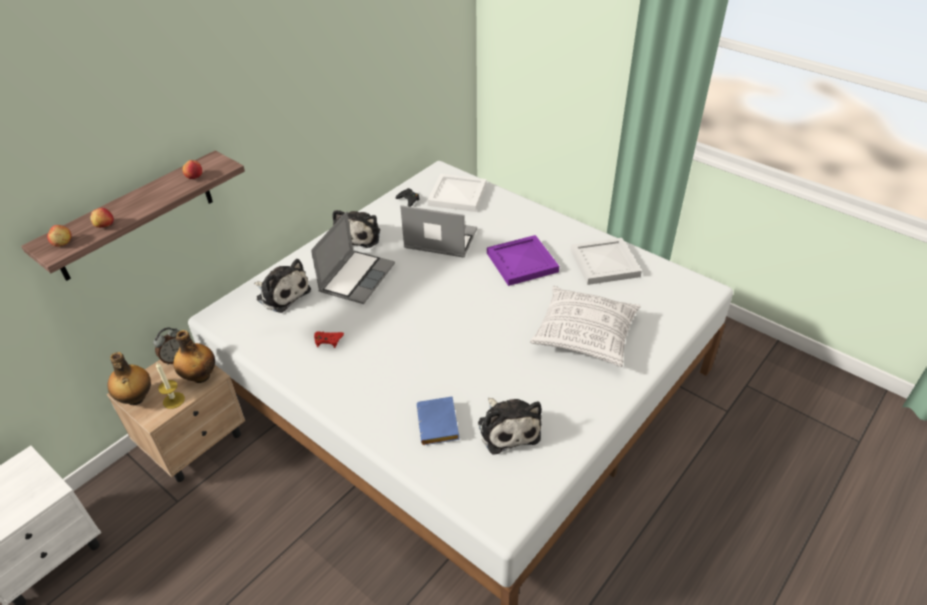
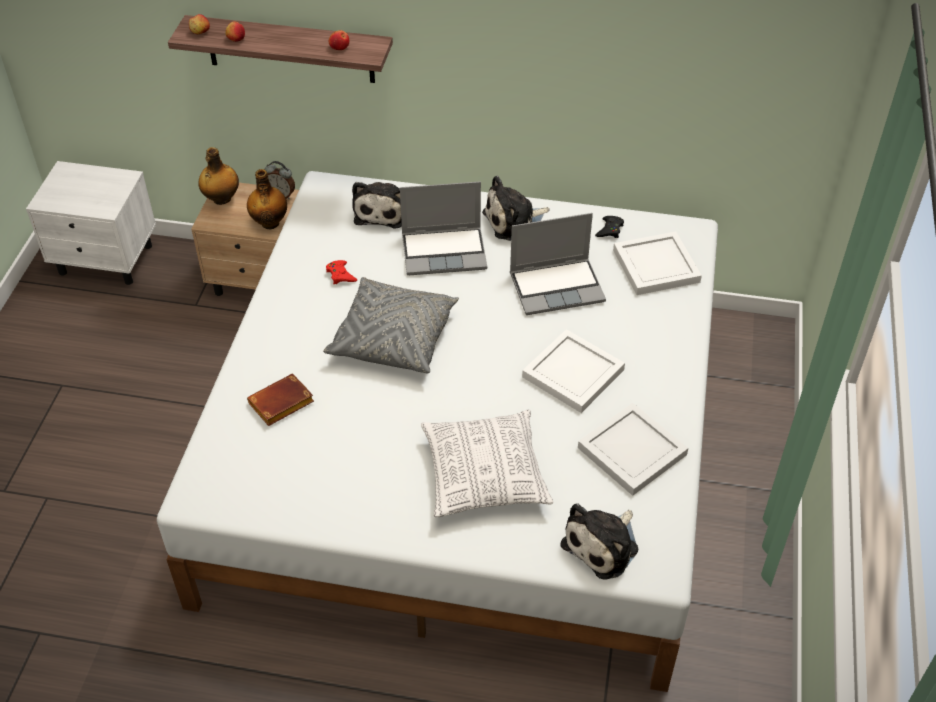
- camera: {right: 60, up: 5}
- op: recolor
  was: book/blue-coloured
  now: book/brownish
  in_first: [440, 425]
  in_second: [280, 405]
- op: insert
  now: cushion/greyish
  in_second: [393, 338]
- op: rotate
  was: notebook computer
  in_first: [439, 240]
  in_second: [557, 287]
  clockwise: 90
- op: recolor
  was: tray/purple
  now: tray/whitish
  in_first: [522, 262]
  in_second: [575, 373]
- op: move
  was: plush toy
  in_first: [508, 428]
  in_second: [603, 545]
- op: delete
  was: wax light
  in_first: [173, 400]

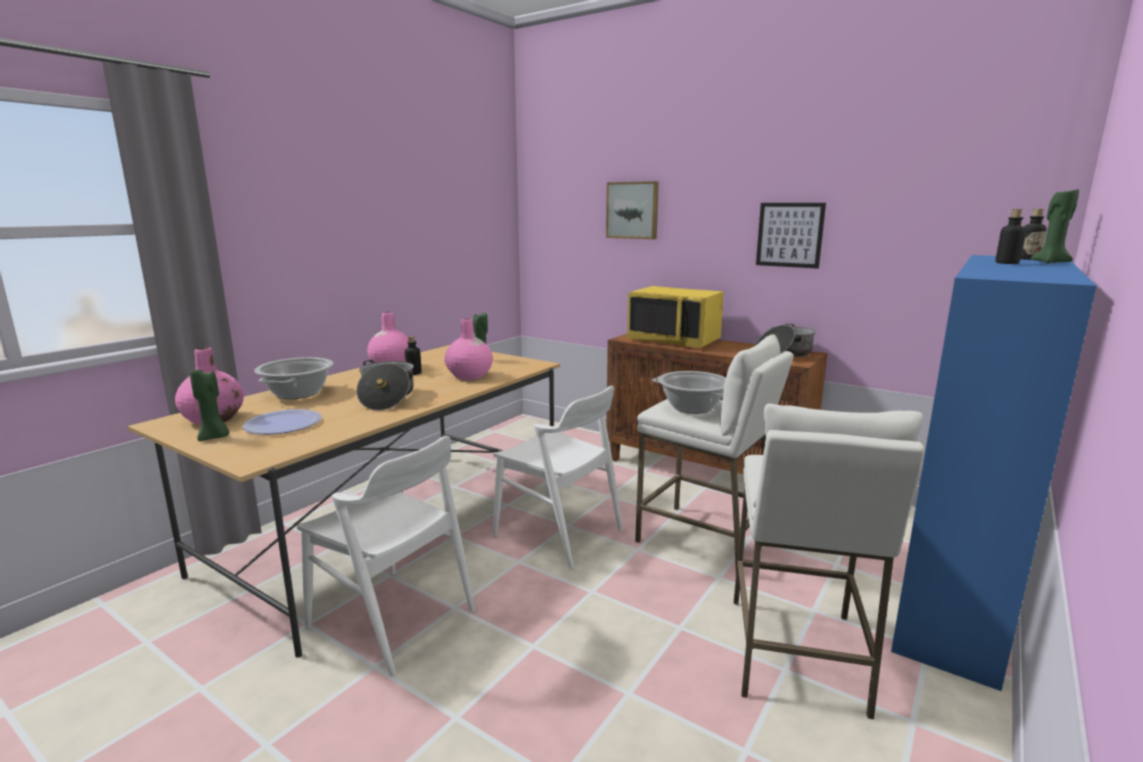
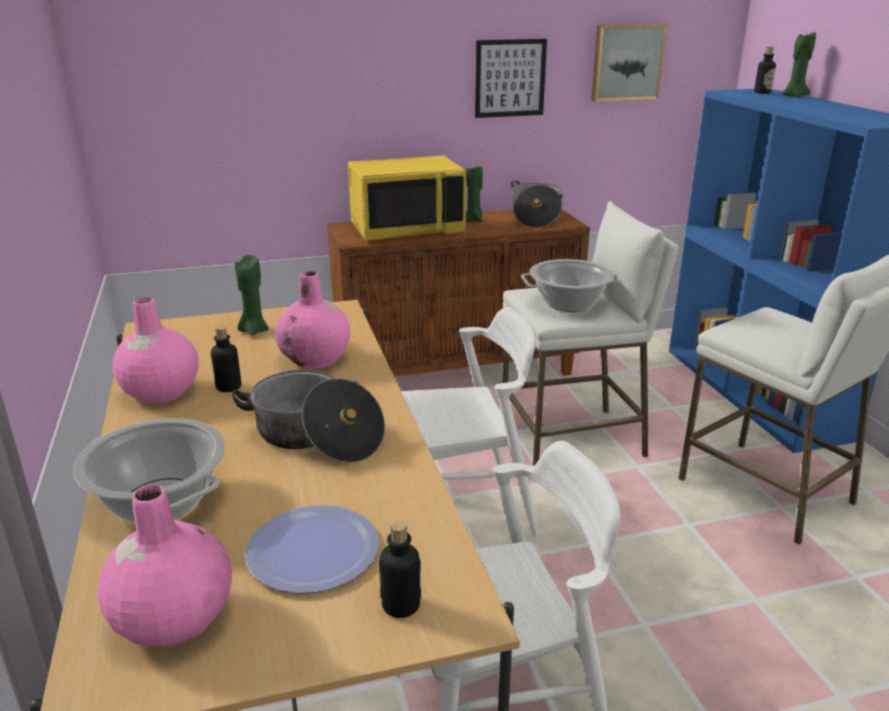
- camera: {right: -50, up: 10}
- op: move
  was: beverage bottle
  in_first: [1007, 263]
  in_second: [401, 605]
- op: move
  was: wax light/green-coloured
  in_first: [214, 437]
  in_second: [474, 220]
- op: move
  was: picture
  in_first: [633, 210]
  in_second: [626, 62]

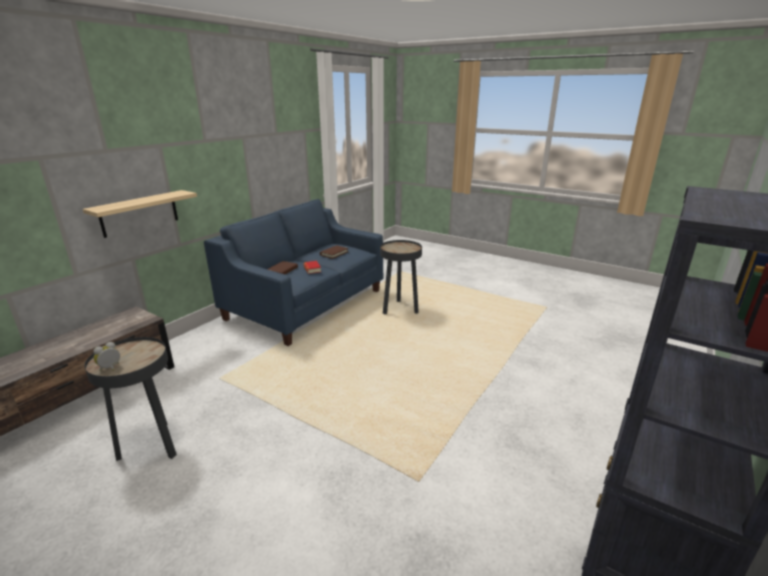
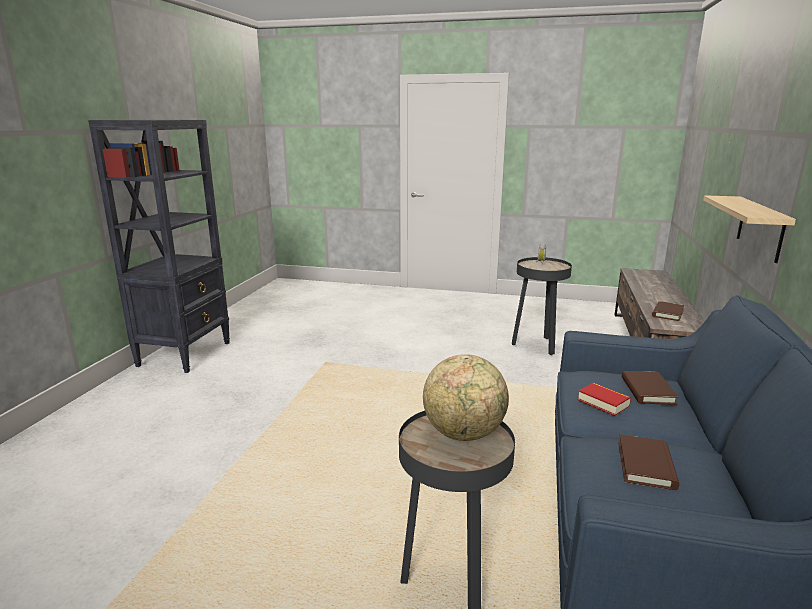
- camera: {right: 160, up: -5}
- op: insert
  now: desk globe
  in_second: [464, 433]
- op: insert
  now: book/brownish
  in_second: [667, 313]

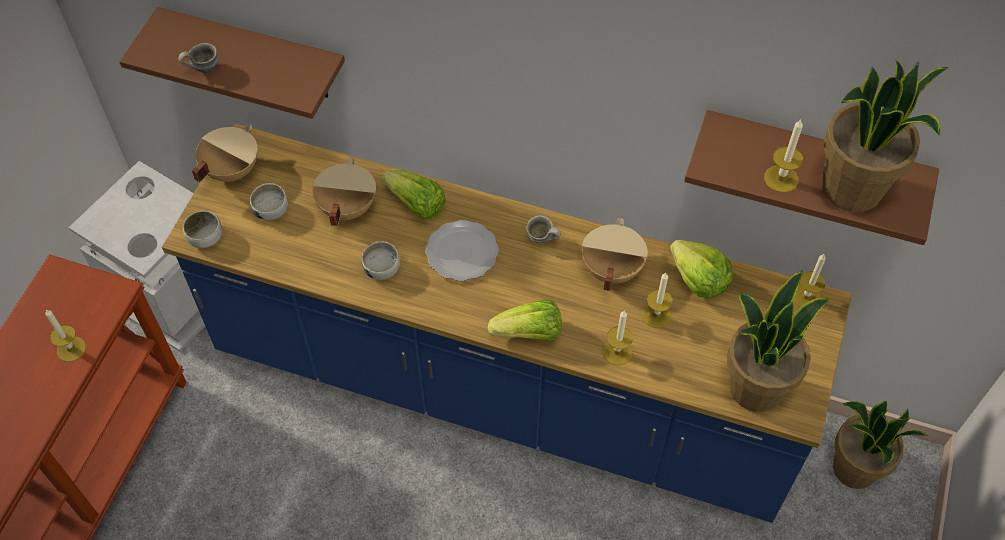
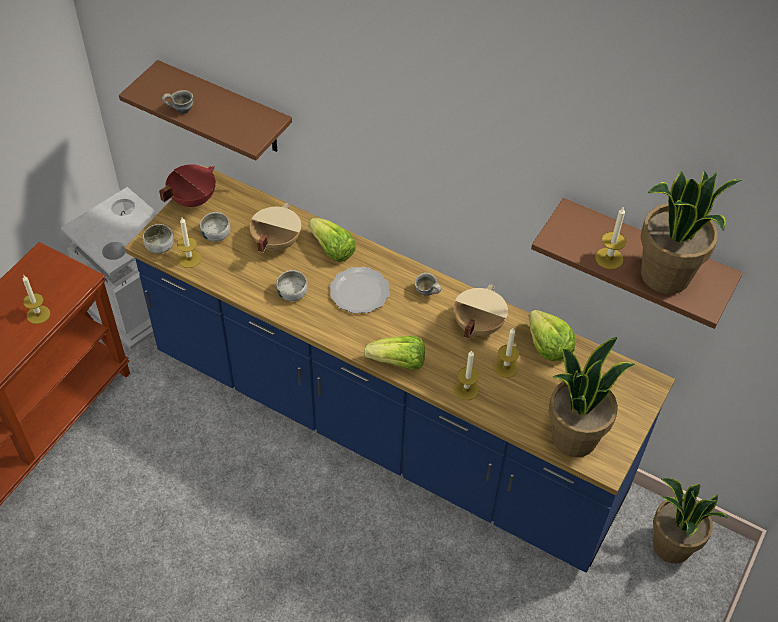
- camera: {right: 10, up: -5}
- op: recolor
  was: stockpot/sand-coloured
  now: stockpot/red
  in_first: [231, 170]
  in_second: [192, 199]
- op: move
  was: wax light
  in_first: [806, 297]
  in_second: [189, 259]

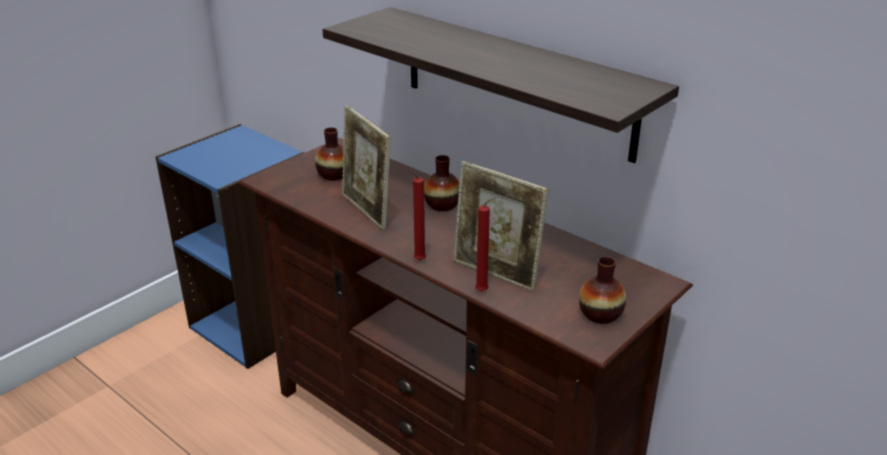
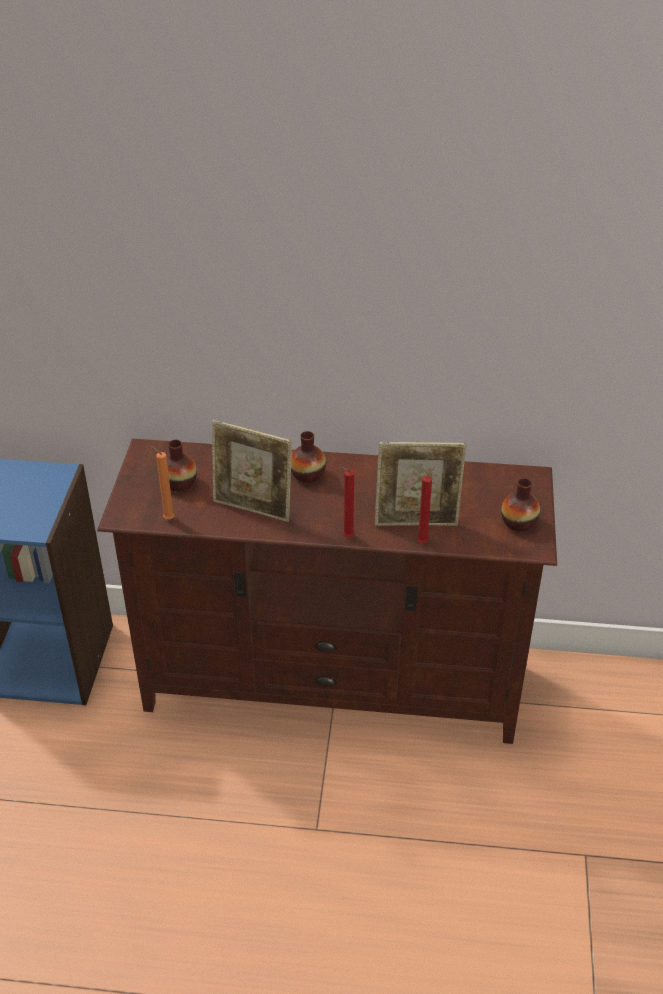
- camera: {right: -35, up: 10}
- op: insert
  now: wax light/orange
  in_second: [167, 518]
- op: delete
  was: shelf
  in_first: [516, 82]

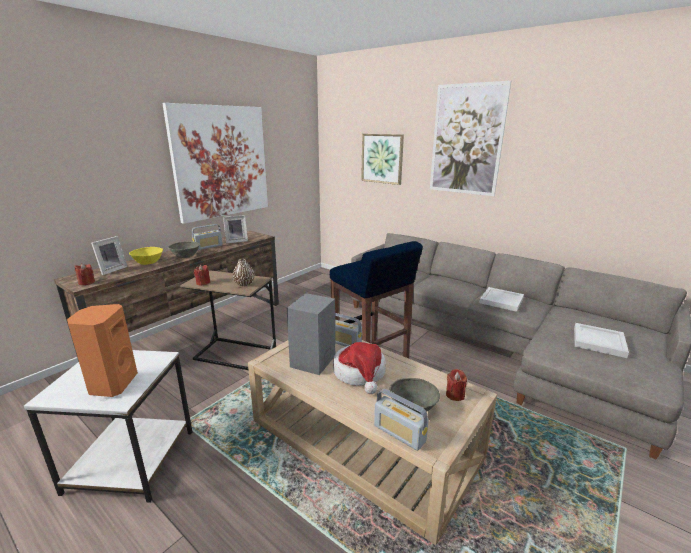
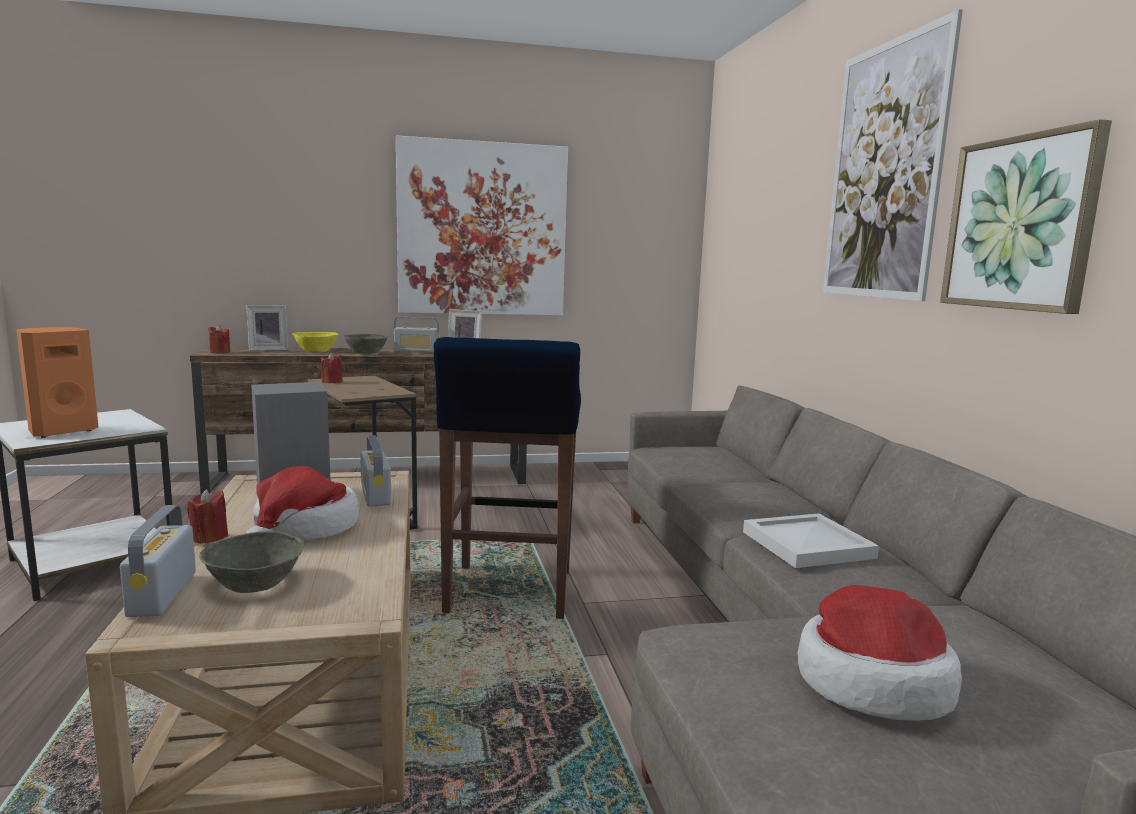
- camera: {right: 40, up: -10}
- op: move
  was: wax light/red
  in_first: [455, 395]
  in_second: [209, 537]
- op: replace
  was: tray/whitish
  now: hat
  in_first: [598, 342]
  in_second: [871, 682]
- op: move
  was: picture
  in_first: [382, 158]
  in_second: [1020, 223]
- op: delete
  was: decorative vase/brownish
  in_first: [244, 284]

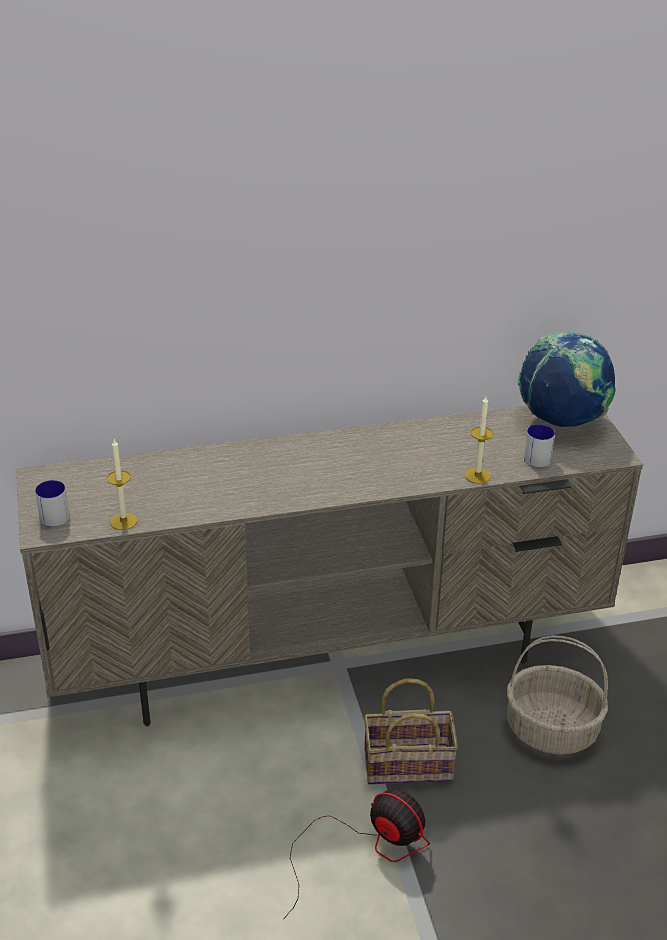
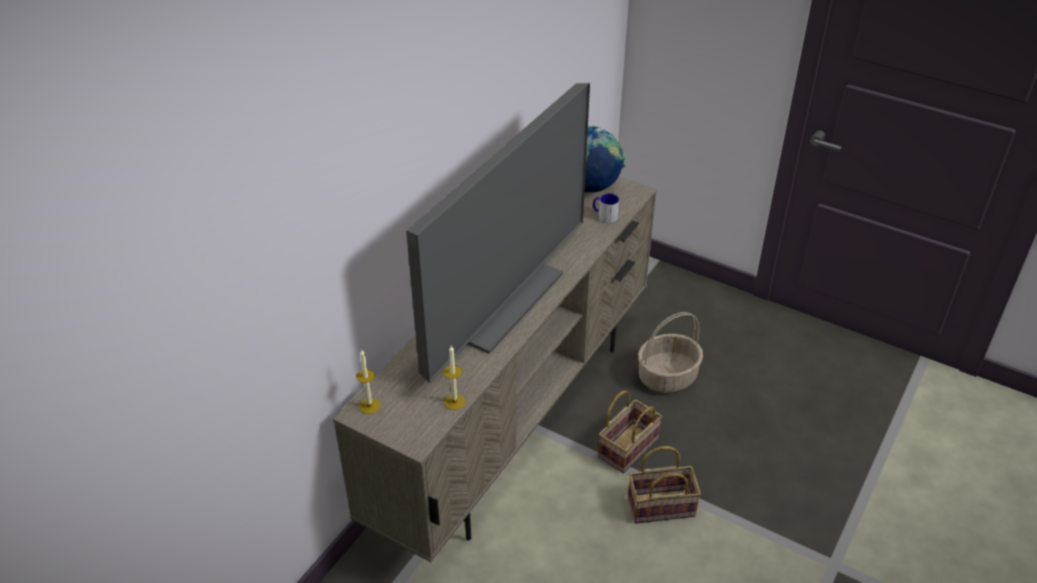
- camera: {right: -45, up: 5}
- op: move
  was: wax light
  in_first: [477, 476]
  in_second: [369, 406]
- op: insert
  now: TV
  in_second: [500, 299]
- op: replace
  was: electric fan
  now: storage basket
  in_first: [365, 847]
  in_second: [662, 505]
- op: delete
  was: mug
  in_first: [53, 514]

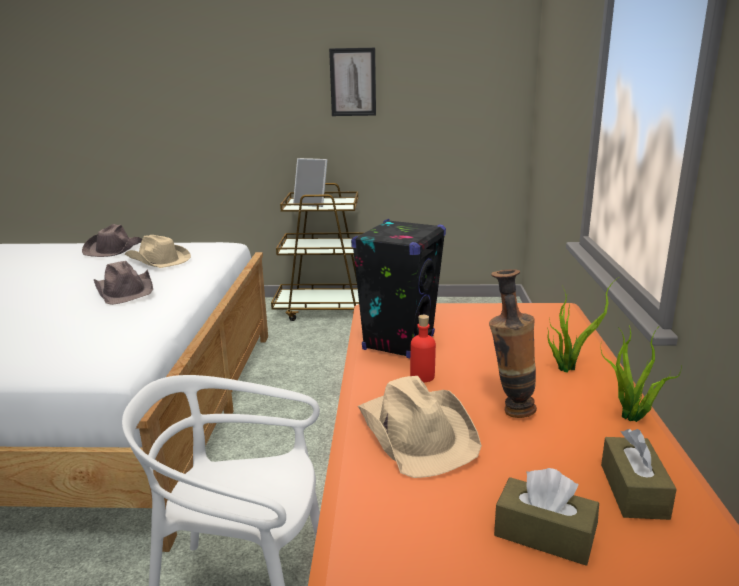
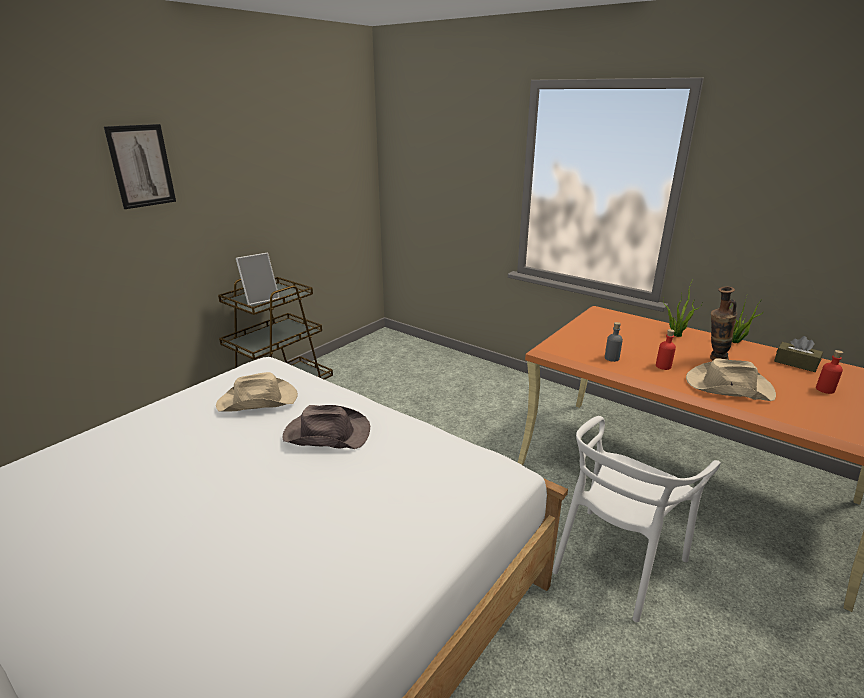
- camera: {right: -55, up: 5}
- op: move
  was: picture
  in_first: [353, 82]
  in_second: [141, 166]
- op: replace
  was: speaker/black-coloured
  now: beverage bottle/greyish
  in_first: [398, 342]
  in_second: [611, 358]
- op: replace
  was: box of tissues/brownish
  now: beverage bottle/red
  in_first: [544, 535]
  in_second: [825, 389]
- op: delete
  was: hat/brownish
  in_first: [113, 249]

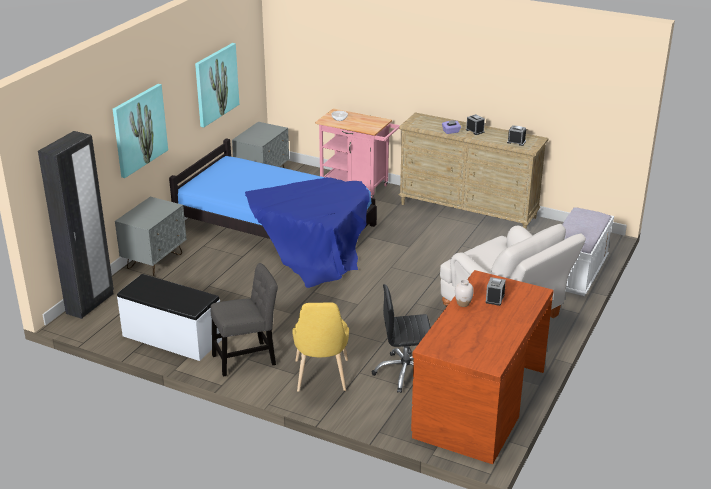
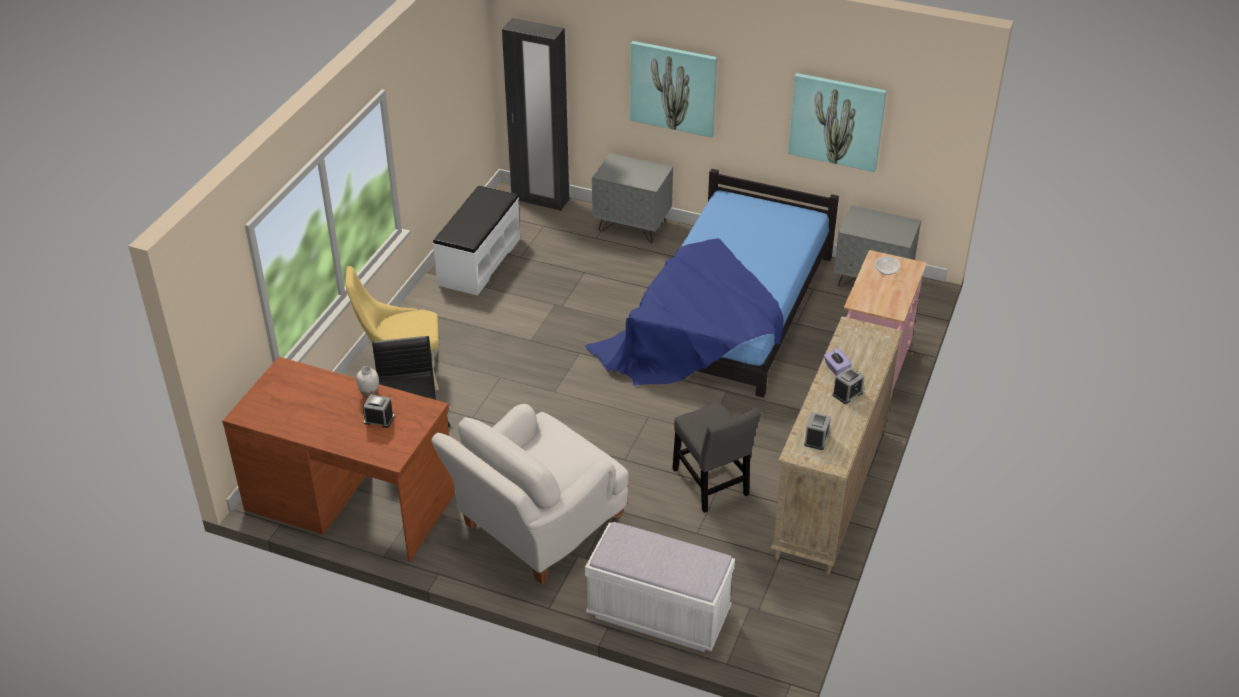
- camera: {right: 85, up: 10}
- op: move
  was: plain chair/greyish
  in_first: [247, 358]
  in_second: [711, 485]

